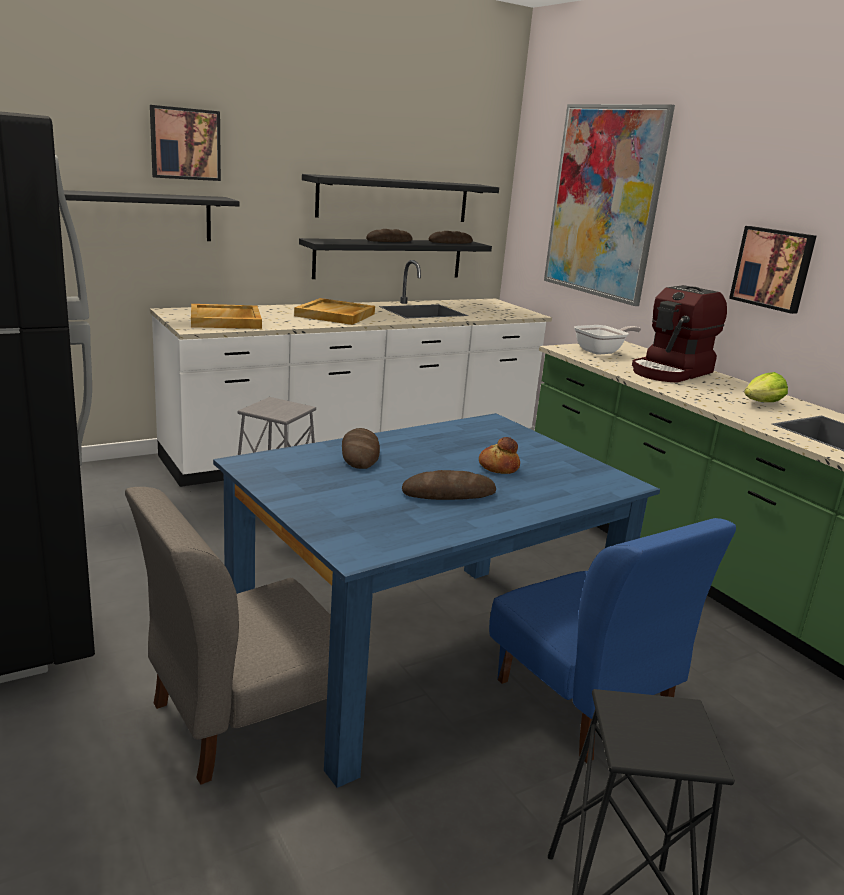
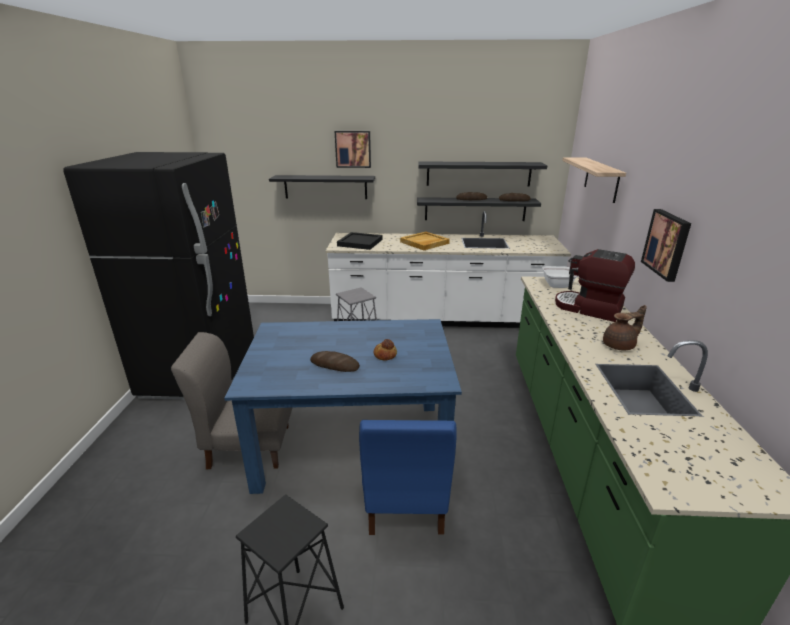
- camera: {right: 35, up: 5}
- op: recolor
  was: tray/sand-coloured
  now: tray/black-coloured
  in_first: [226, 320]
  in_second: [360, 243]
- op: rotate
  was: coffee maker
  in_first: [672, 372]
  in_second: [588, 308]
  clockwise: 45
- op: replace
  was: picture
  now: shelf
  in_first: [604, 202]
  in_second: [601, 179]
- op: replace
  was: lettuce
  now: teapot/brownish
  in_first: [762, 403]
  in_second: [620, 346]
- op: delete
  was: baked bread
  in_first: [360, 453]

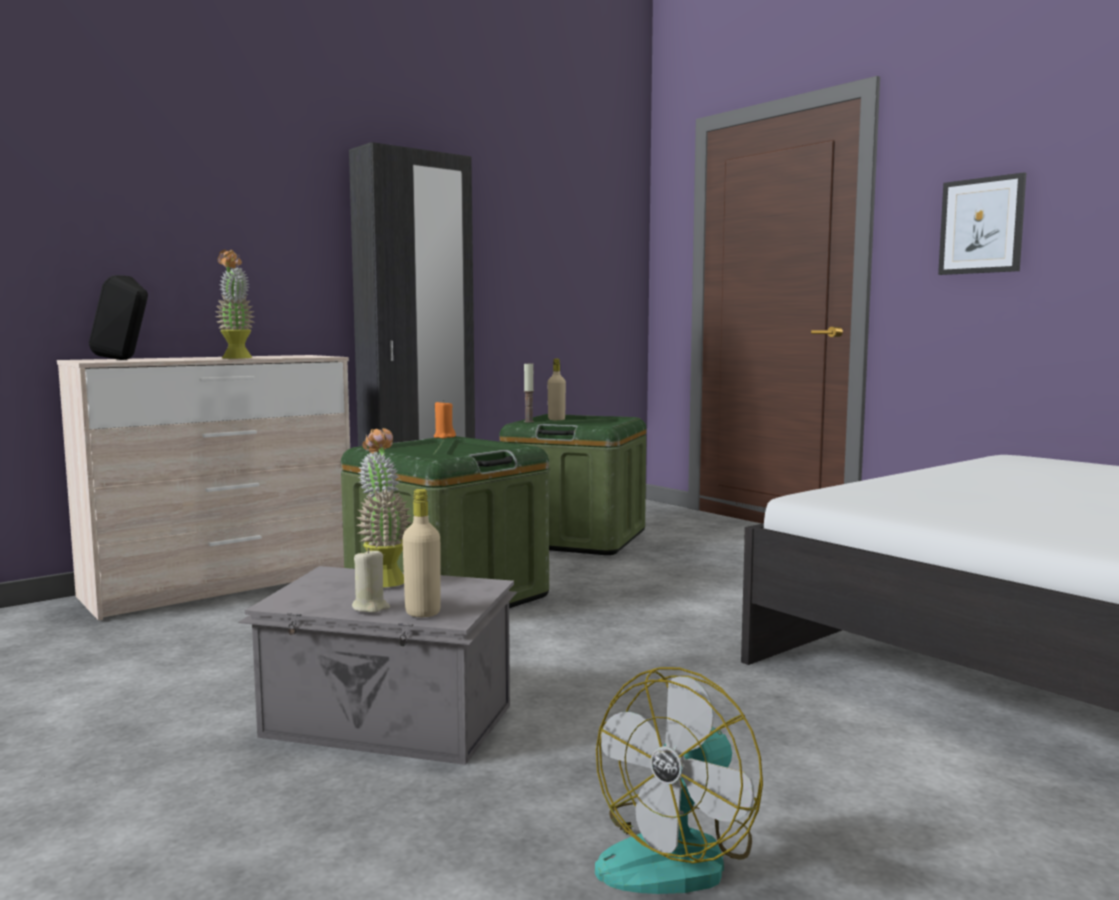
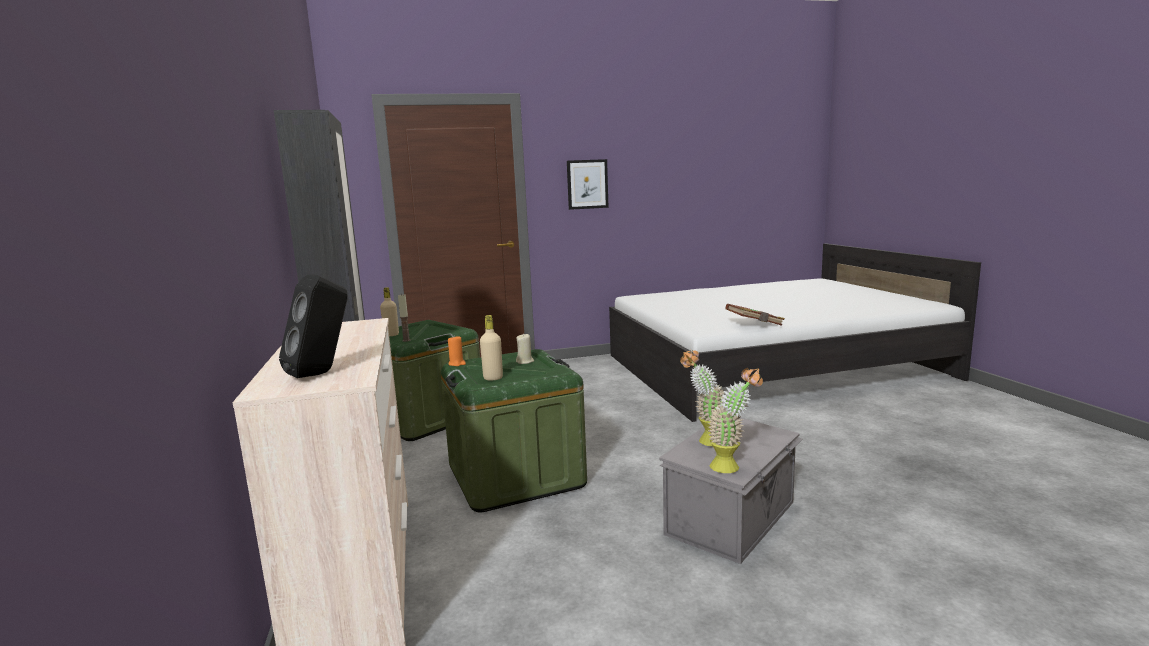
- camera: {right: -65, up: 5}
- op: move
  was: beverage bottle/sand-coloured
  in_first: [423, 612]
  in_second: [493, 378]
- op: move
  was: wax light/sand-coloured
  in_first: [370, 607]
  in_second: [525, 361]
- op: move
  was: houseplant
  in_first: [236, 358]
  in_second: [732, 467]
- op: insert
  now: book/brownish
  in_second: [754, 325]
- op: delete
  was: electric fan
  in_first: [679, 853]

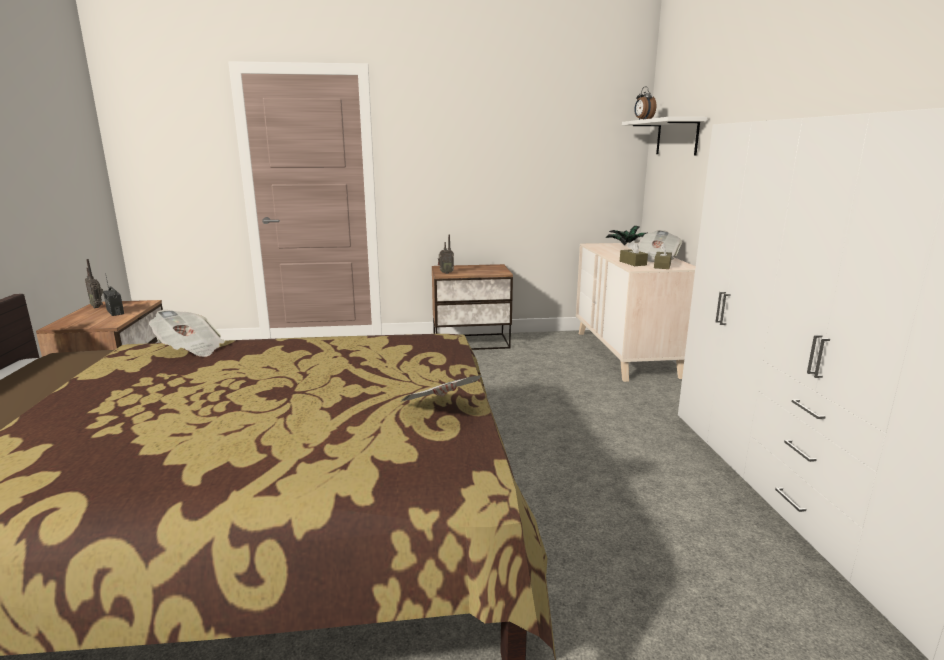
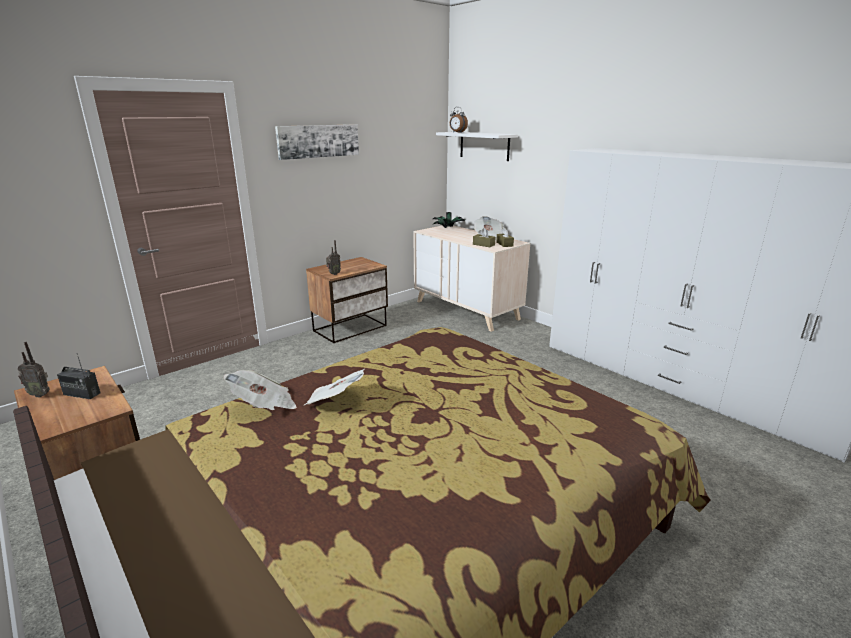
- camera: {right: -35, up: 5}
- op: insert
  now: picture
  in_second: [318, 141]
- op: move
  was: printed paper
  in_first: [440, 409]
  in_second: [335, 401]

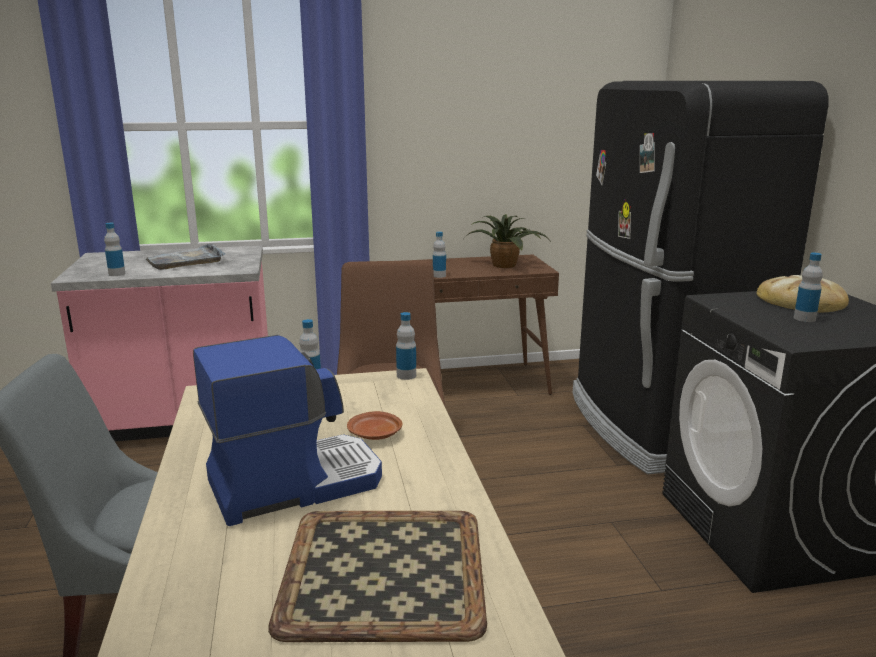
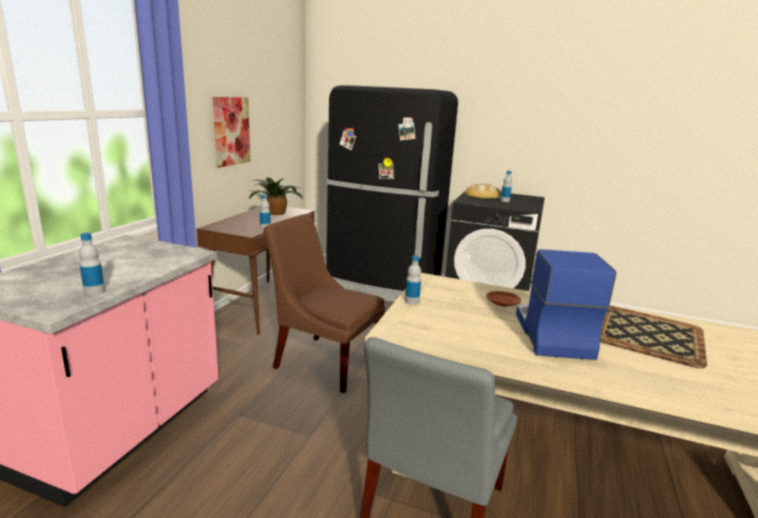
- camera: {right: -60, up: 0}
- op: insert
  now: picture
  in_second: [231, 131]
- op: delete
  was: tray/greyish
  in_first: [186, 260]
- op: delete
  was: beverage bottle
  in_first: [406, 375]

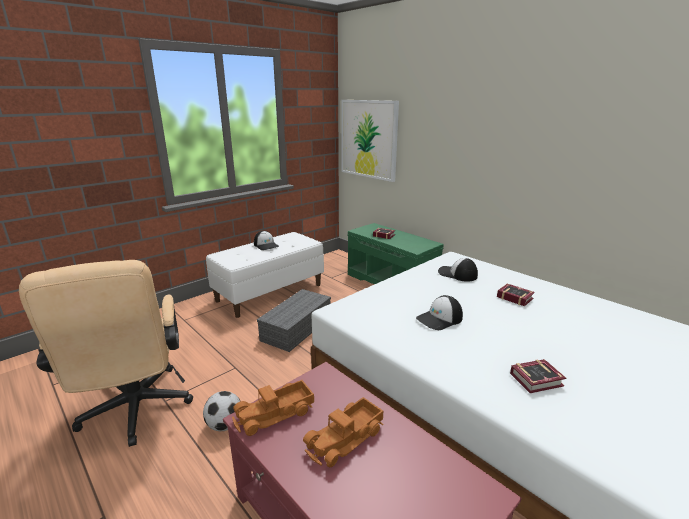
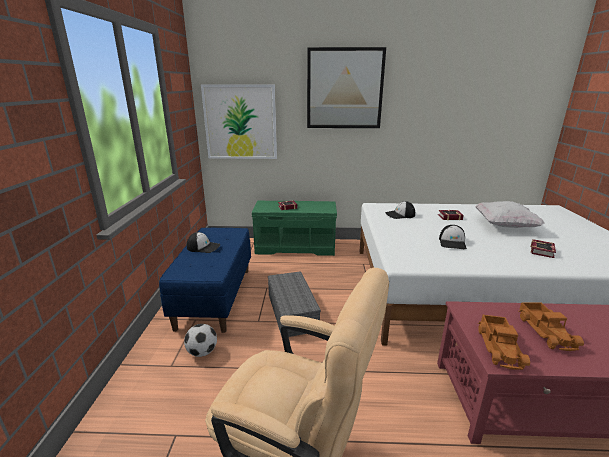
- camera: {right: -45, up: 0}
- op: recolor
  was: bench/whitish
  now: bench/blue-coloured
  in_first: [270, 292]
  in_second: [215, 296]
- op: move
  was: football ball
  in_first: [225, 425]
  in_second: [202, 352]
- op: insert
  now: picture
  in_second: [344, 89]
- op: insert
  now: cushion/whitish
  in_second: [504, 226]

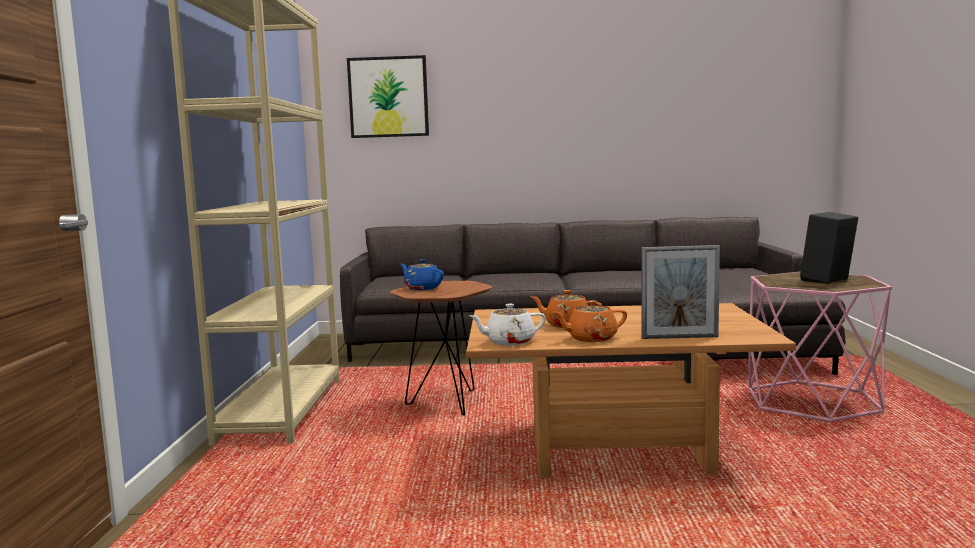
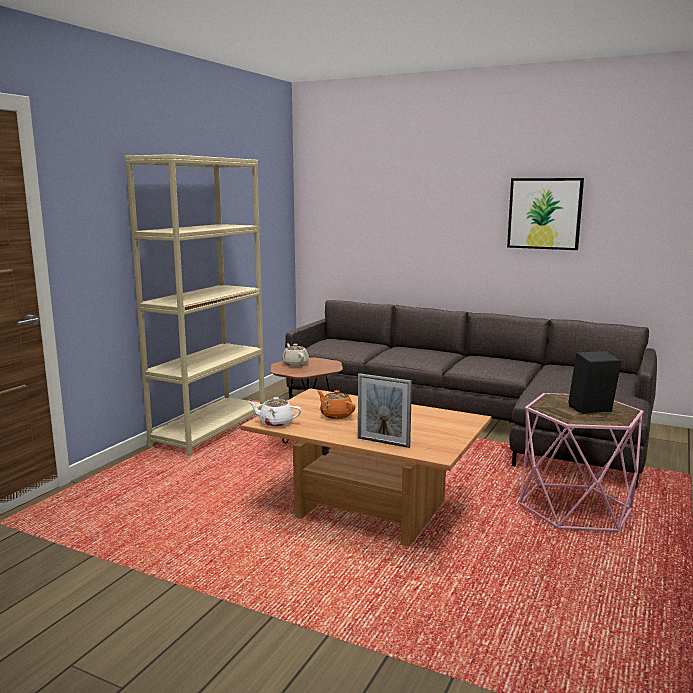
- camera: {right: 25, up: 5}
- op: recolor
  was: teapot/blue-coloured
  now: teapot/sand-coloured
  in_first: [422, 288]
  in_second: [295, 364]
- op: move
  was: picture
  in_first: [388, 97]
  in_second: [544, 213]
- op: delete
  was: teapot/orange
  in_first: [591, 339]

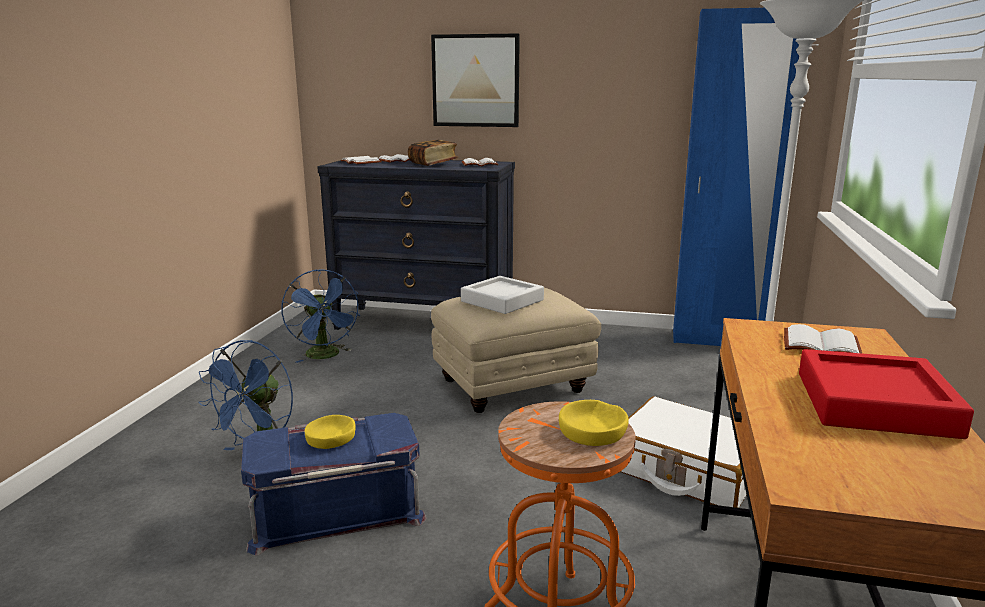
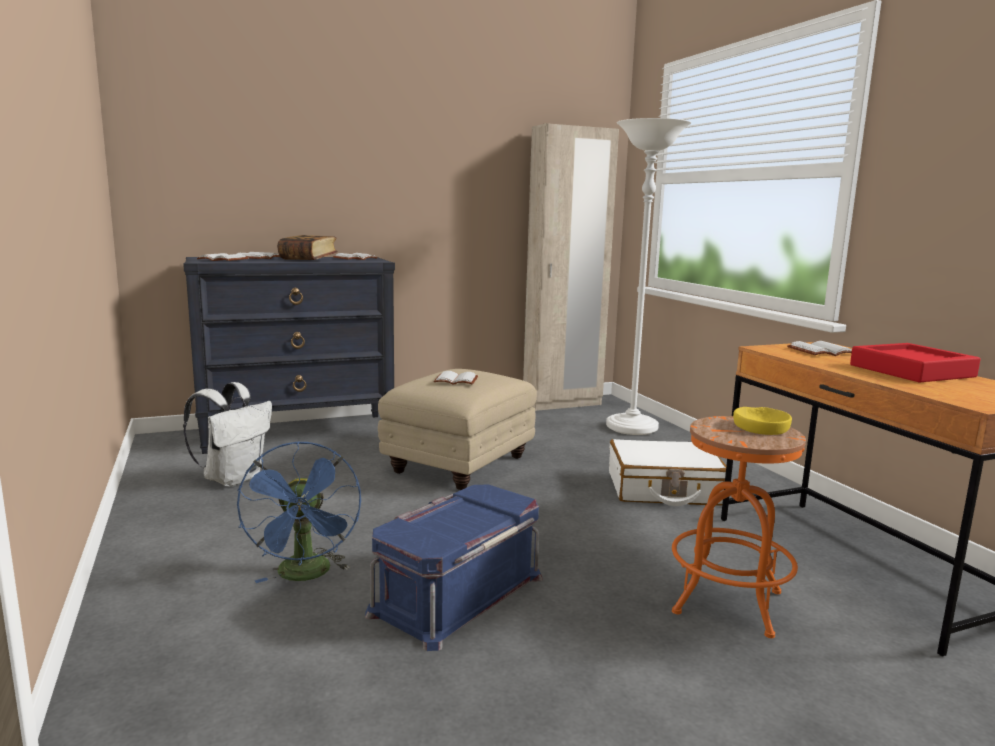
- camera: {right: -35, up: -5}
- op: replace
  was: electric fan/blue-coloured
  now: knapsack/whitish
  in_first: [326, 356]
  in_second: [233, 478]
- op: replace
  was: tray/greyish
  now: book/whitish
  in_first: [502, 301]
  in_second: [457, 380]
- op: recolor
  was: armoire/blue-coloured
  now: armoire/sand-coloured
  in_first: [717, 340]
  in_second: [562, 404]
- op: delete
  was: deep dish/yellow-coloured
  in_first: [331, 438]
- op: delete
  was: picture
  in_first: [475, 81]

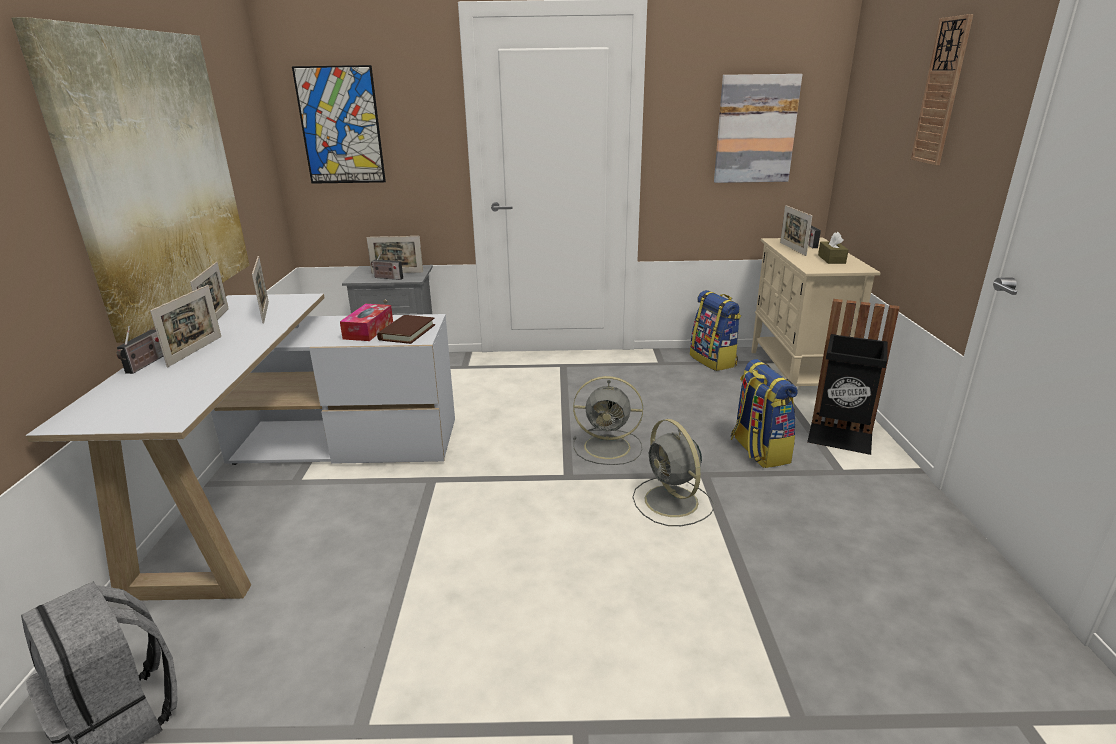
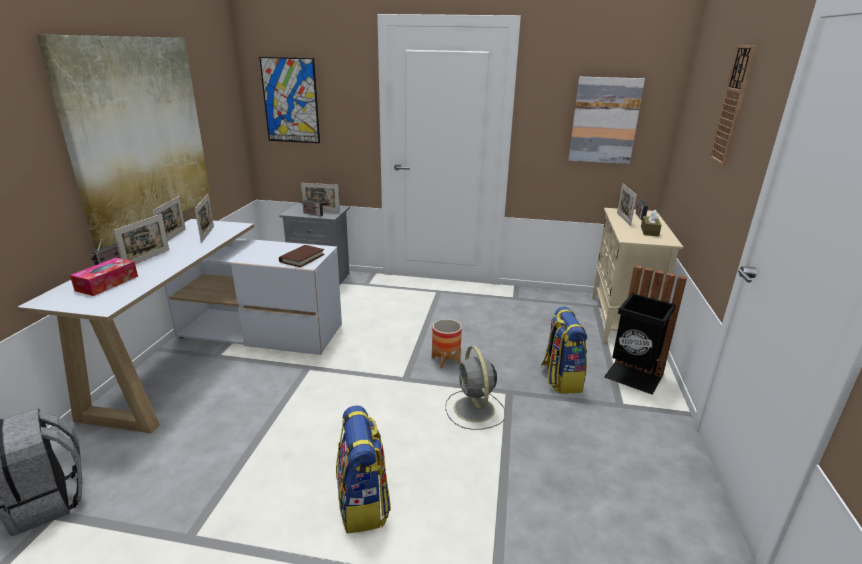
- camera: {right: 10, up: 0}
- op: move
  was: box of tissues
  in_first: [368, 330]
  in_second: [107, 283]
- op: move
  was: knapsack
  in_first: [713, 361]
  in_second: [363, 504]
- op: replace
  was: electric fan/greyish
  now: planter
  in_first: [609, 447]
  in_second: [446, 360]

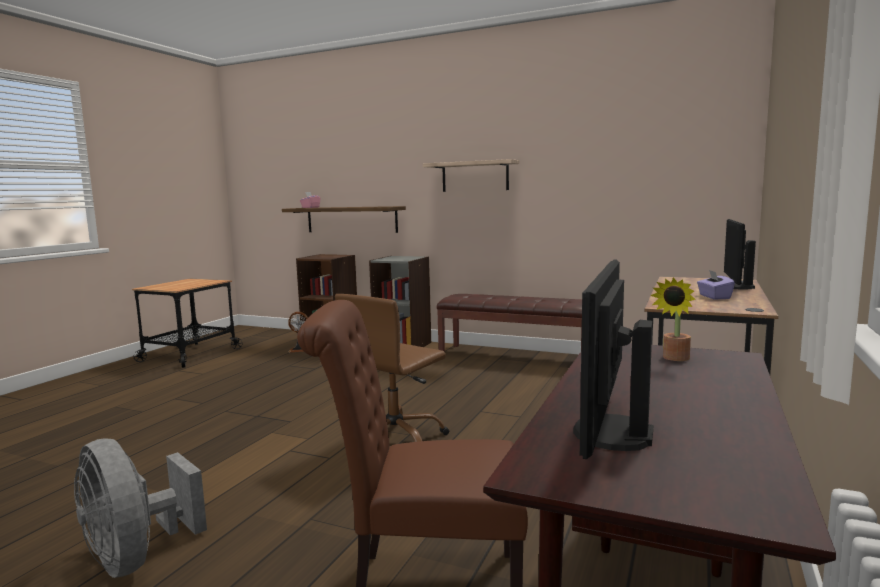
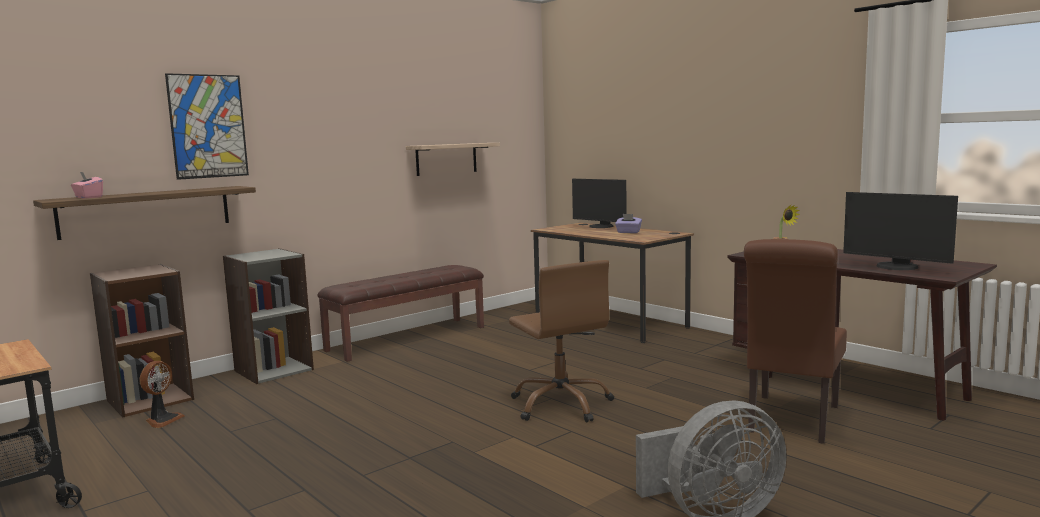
- camera: {right: -65, up: 0}
- op: insert
  now: picture
  in_second: [208, 126]
- op: move
  was: shelf
  in_first: [475, 176]
  in_second: [446, 159]

